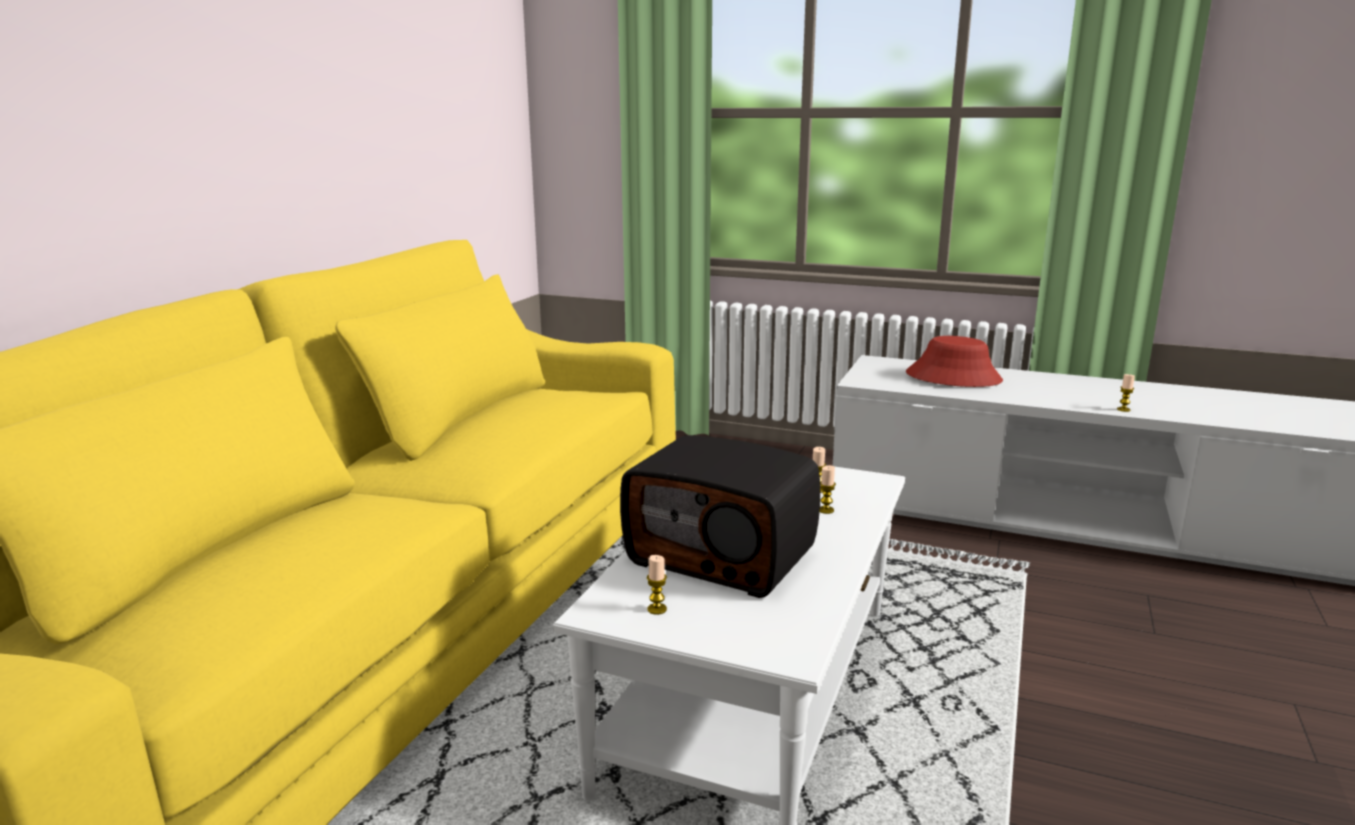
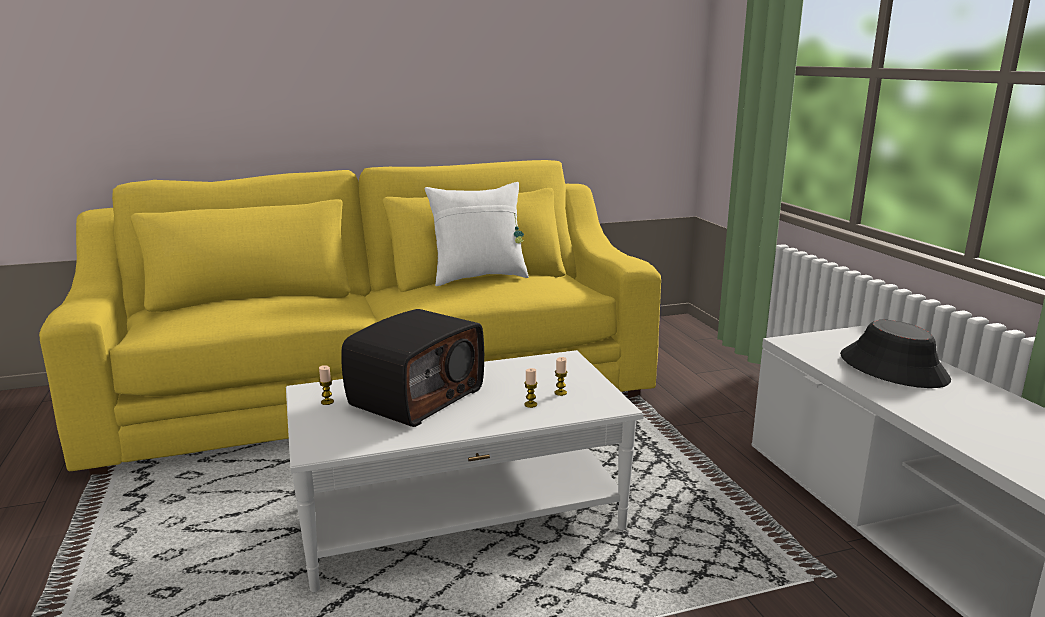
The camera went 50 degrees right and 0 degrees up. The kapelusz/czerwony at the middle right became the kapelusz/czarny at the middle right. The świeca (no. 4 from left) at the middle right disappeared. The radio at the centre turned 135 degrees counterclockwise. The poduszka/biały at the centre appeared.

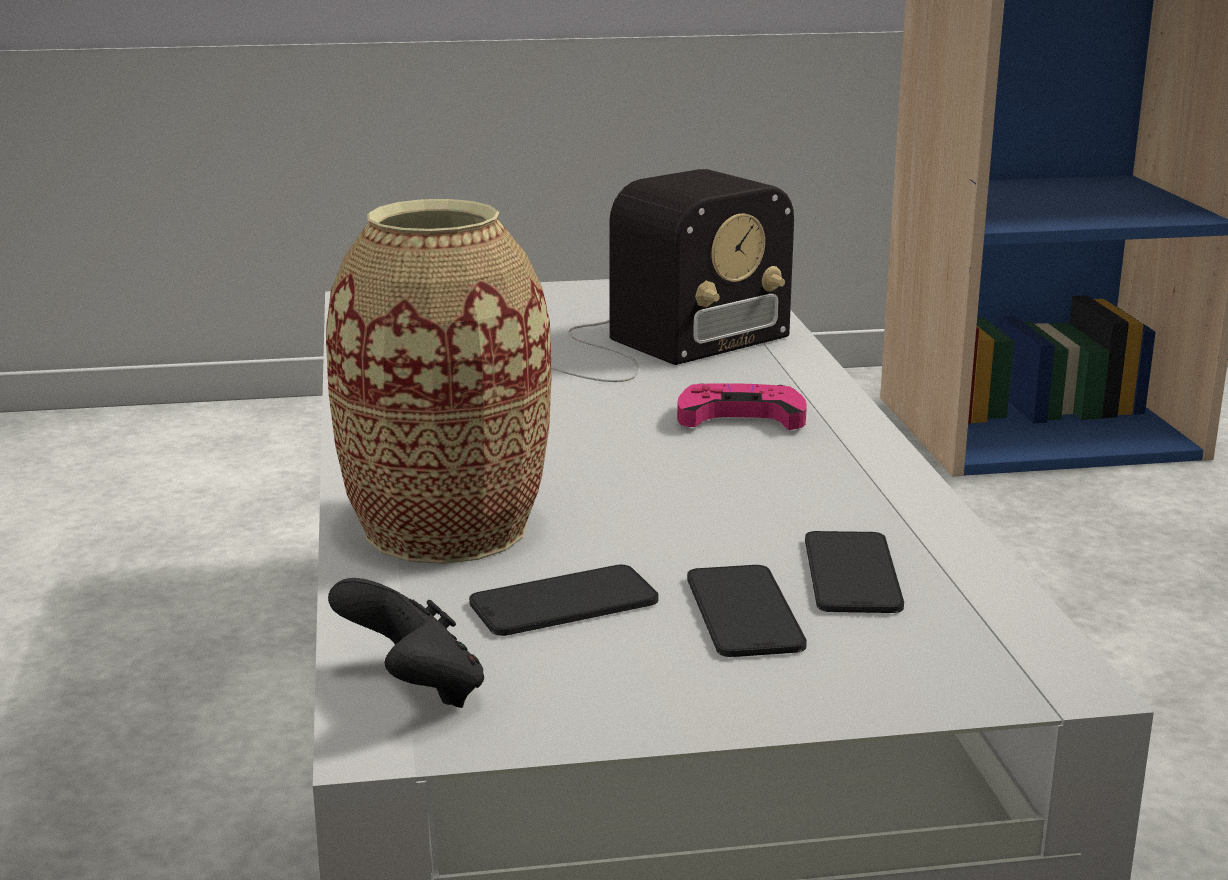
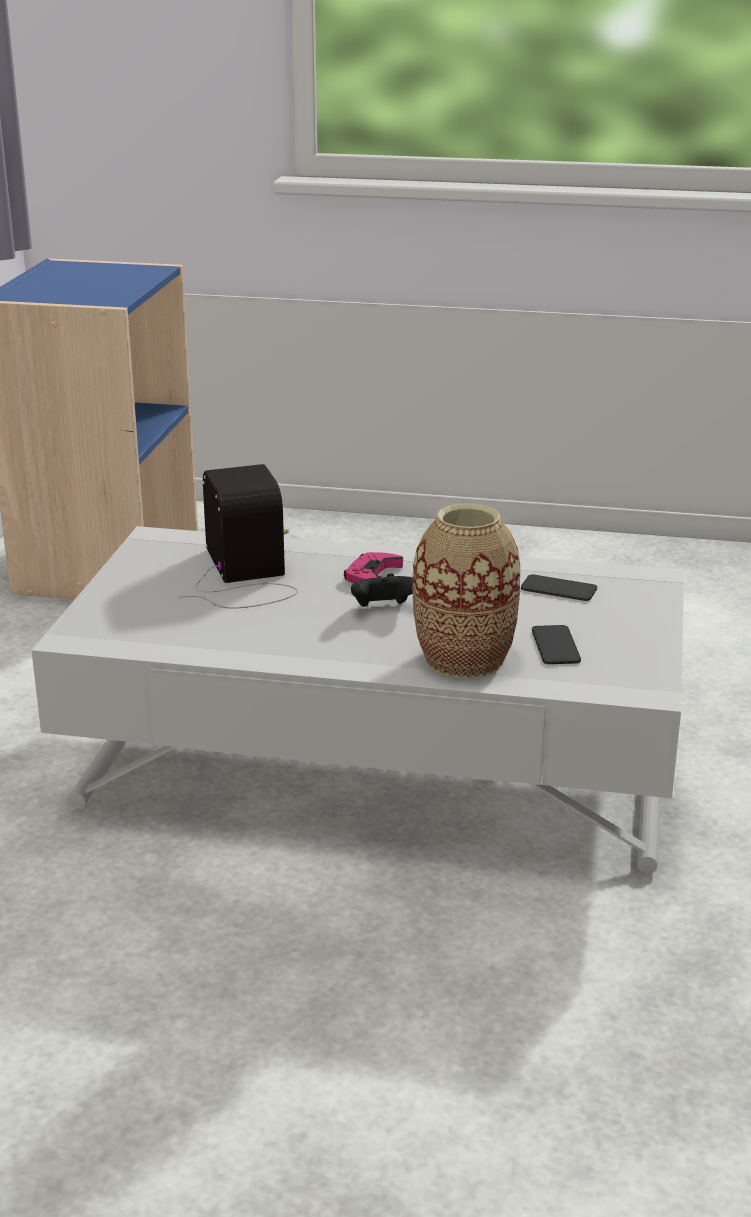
The camera went 70 degrees left and 5 degrees up. The telefon (no. 2 from left) at the bottom centre disappeared. The pad do gier/czarny moved from the bottom left to the centre.

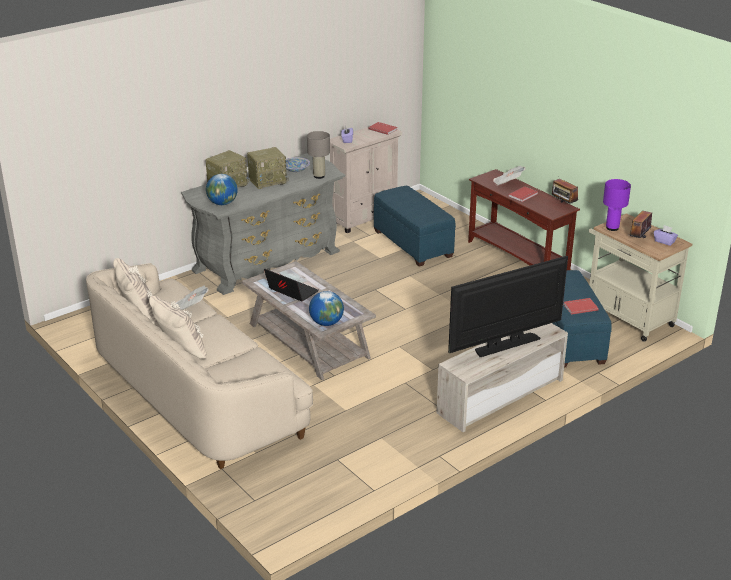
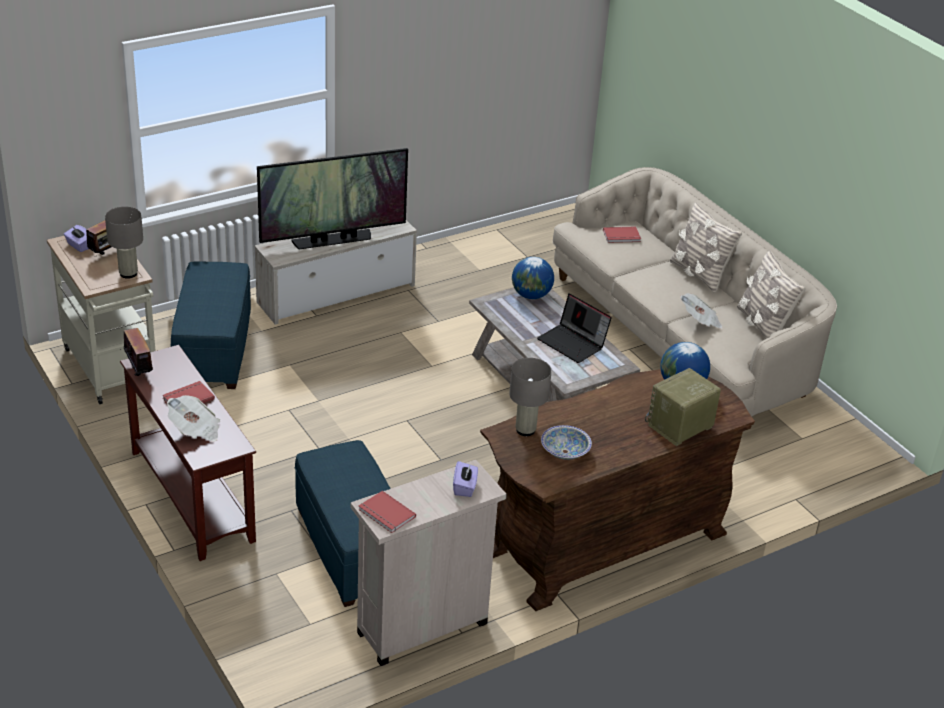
The camera went 175 degrees left and 5 degrees up. The radio (no. 2 from left) at the top centre disappeared. The komoda/szary at the centre became the komoda/brązowy at the bottom centre. The lampa stołowa/fioletowy at the middle right became the lampa stołowa/szary (no. 1 from left) at the middle left. The książka/czerwony (no. 3 from left) moved from the middle right to the top centre.

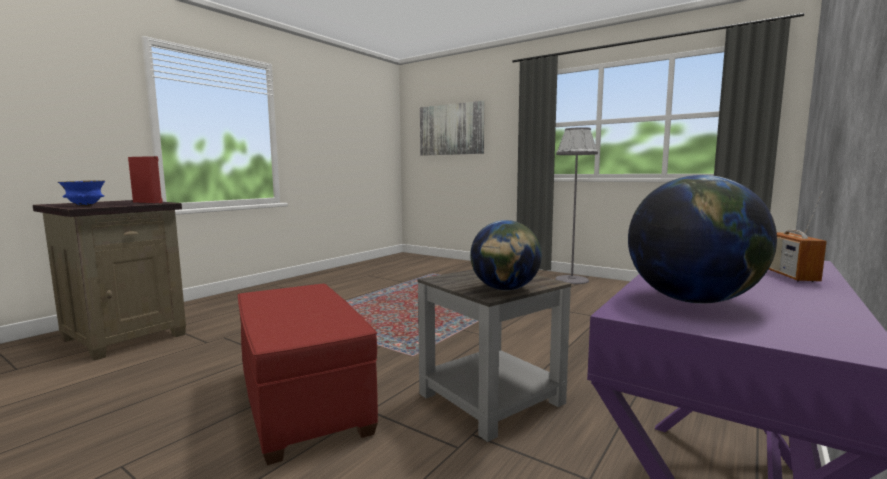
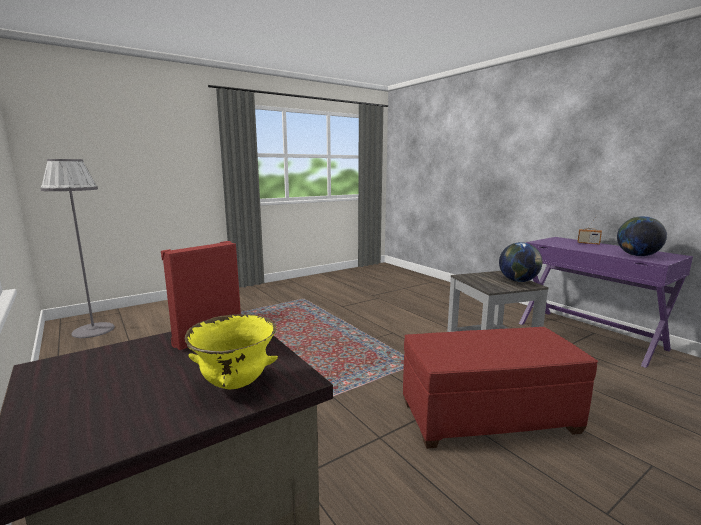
The camera went 70 degrees left and 5 degrees up. The obraz at the top centre disappeared. The lampa stojąca/szary moved from the centre to the middle left. The miska/niebieski at the middle left became the miska/żółty at the bottom left.

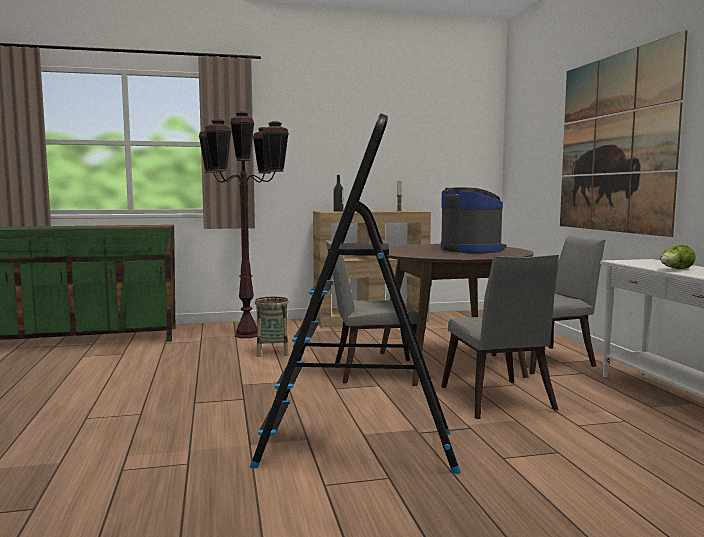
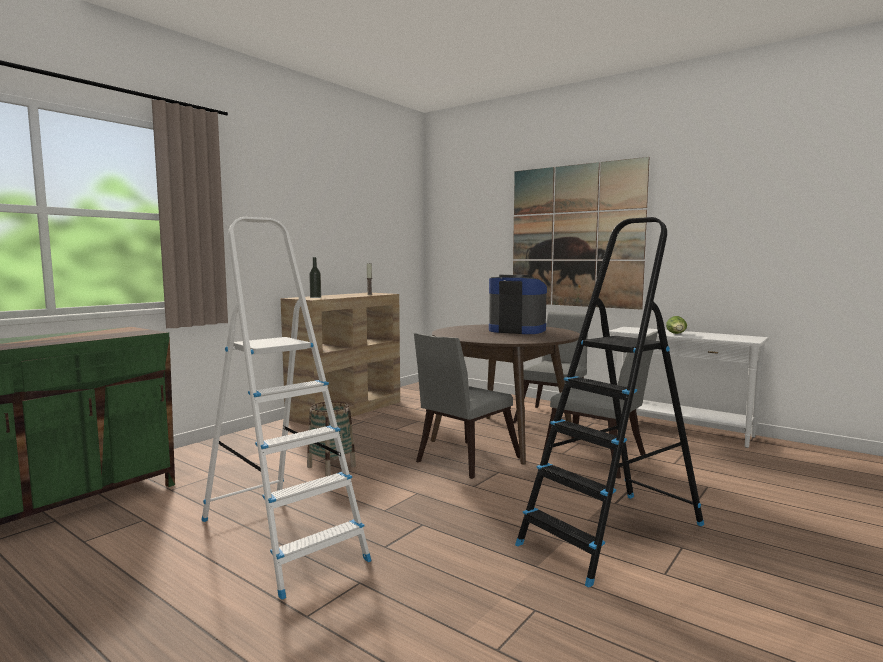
The camera went 40 degrees left and 0 degrees up. The lampa stojąca/brązowy at the centre disappeared. The drabinka/biały at the middle left appeared.

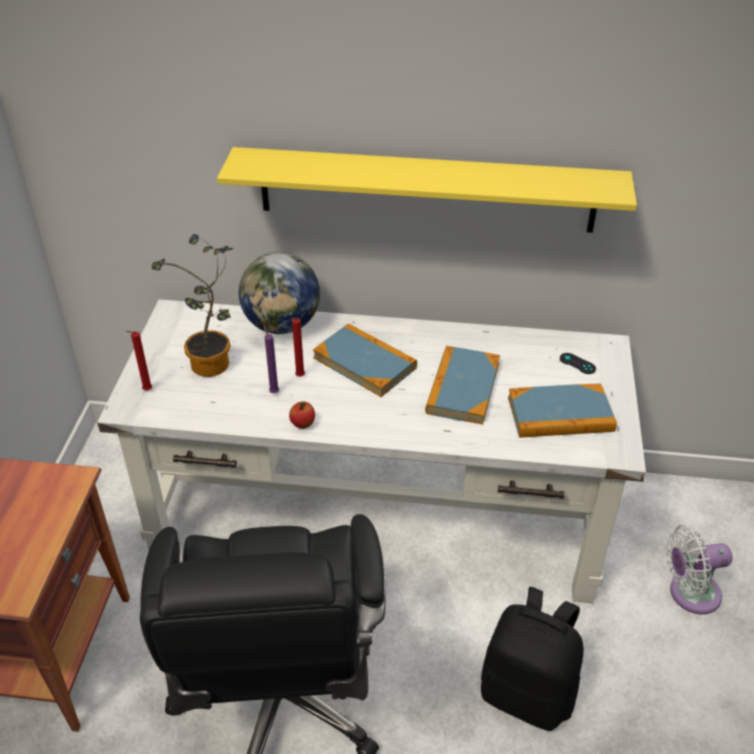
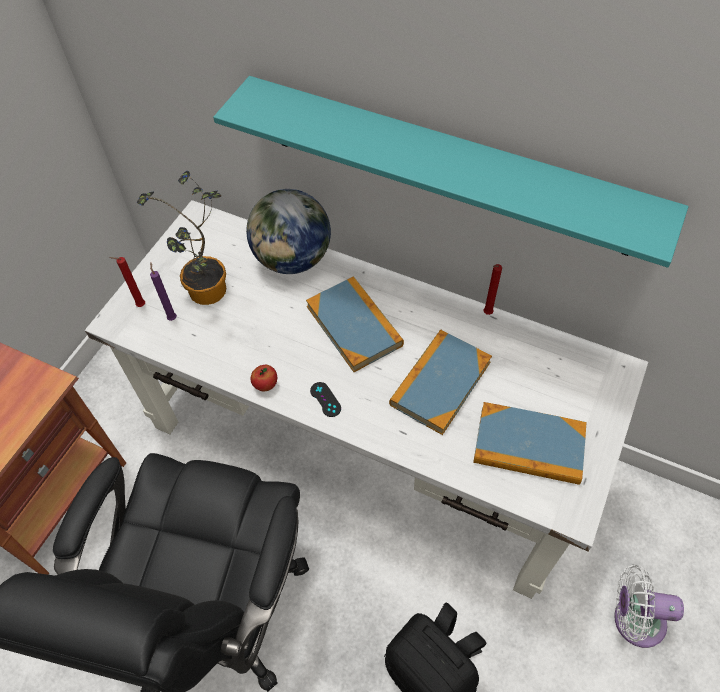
The camera went 20 degrees right and 15 degrees up. The półka/żółty at the top centre became the półka/turkusowy at the top centre. The świeca/czerwony (no. 2 from left) moved from the centre to the middle right. The świeca/fioletowy moved from the centre to the middle left. The pad do gier/czarny moved from the middle right to the centre.

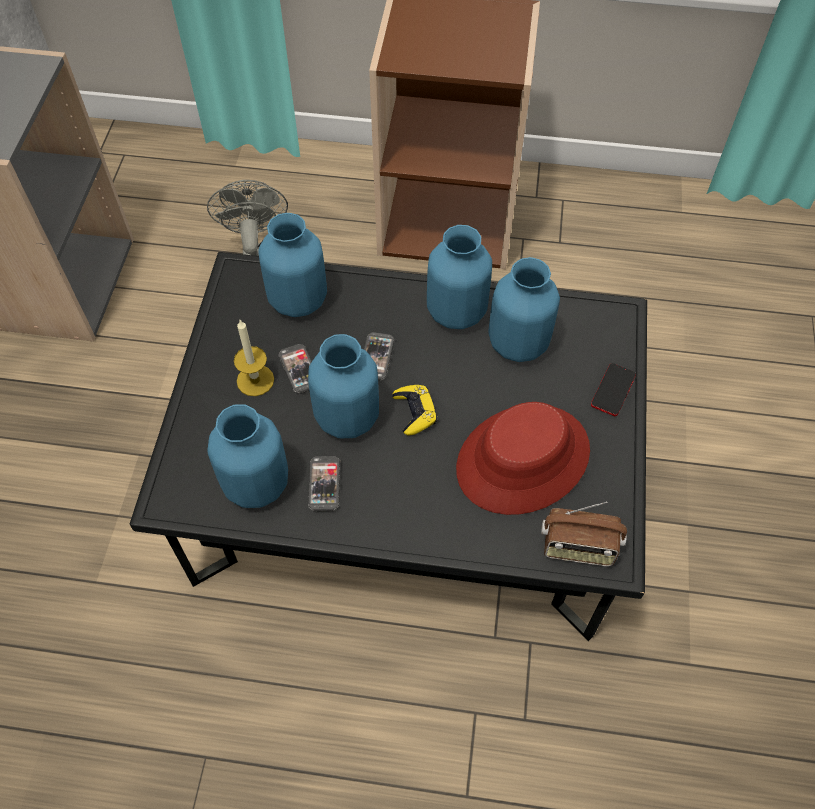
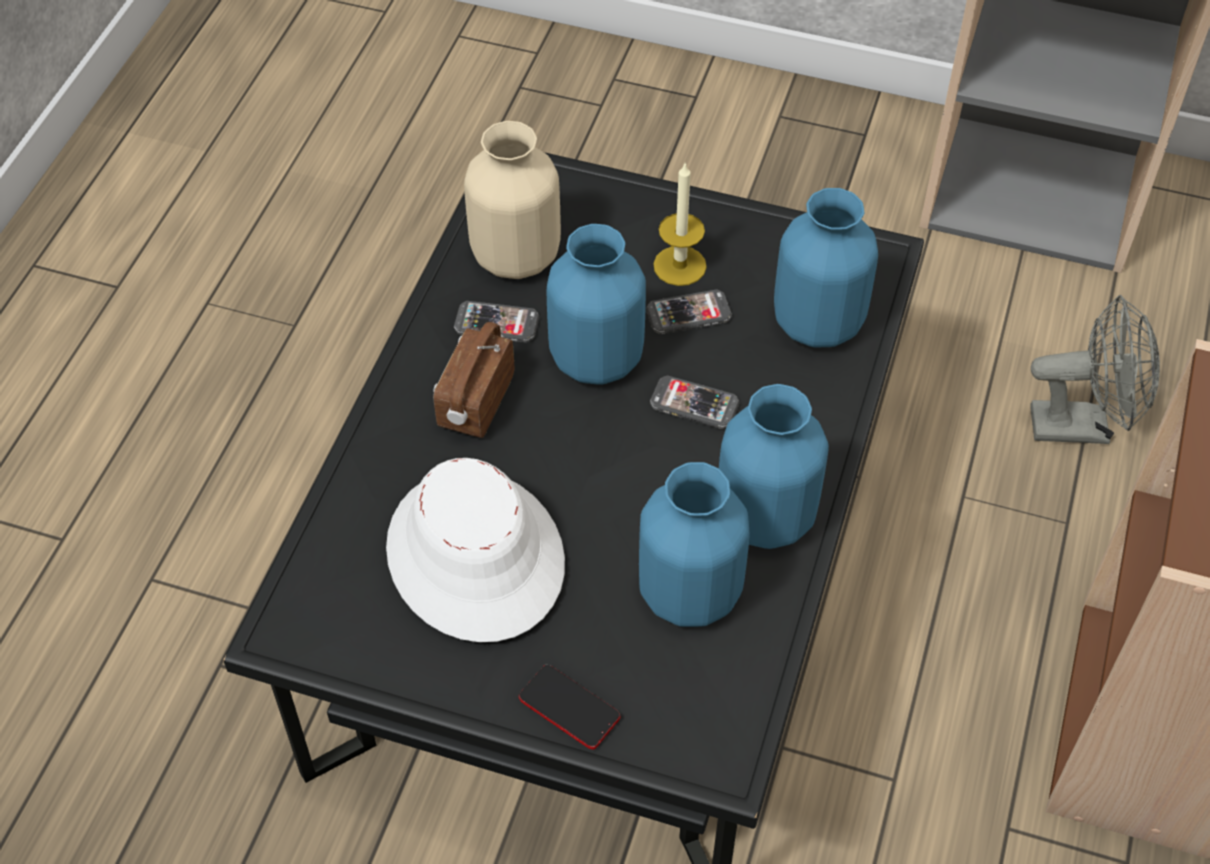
The camera went 100 degrees right and 5 degrees down. The pad do gier/żółty at the centre disappeared. The kapelusz/czerwony at the centre became the kapelusz/biały at the centre. The wazon/niebieski (no. 1 from left) at the middle left became the wazon/beżowy at the top centre. The radio moved from the middle right to the centre.

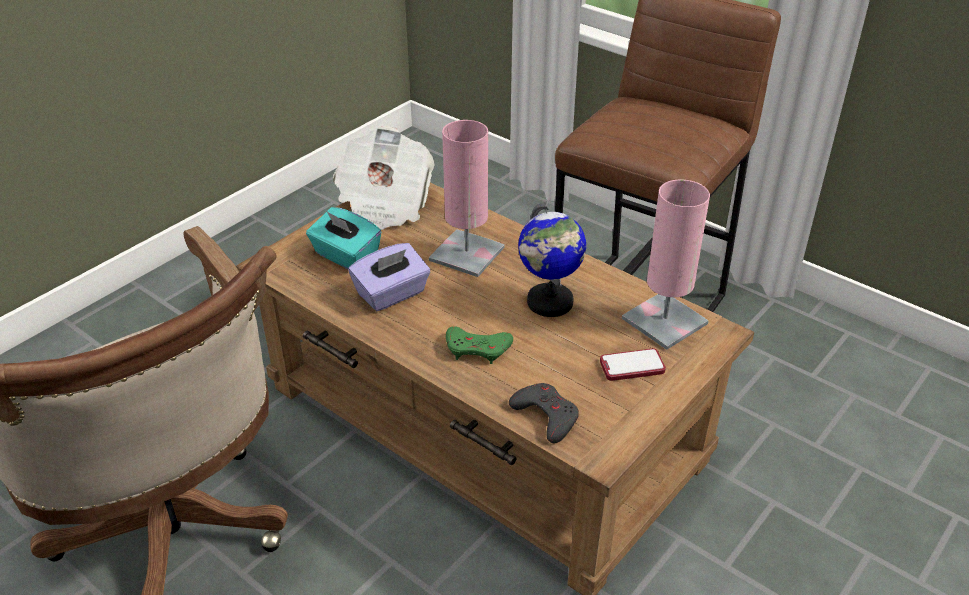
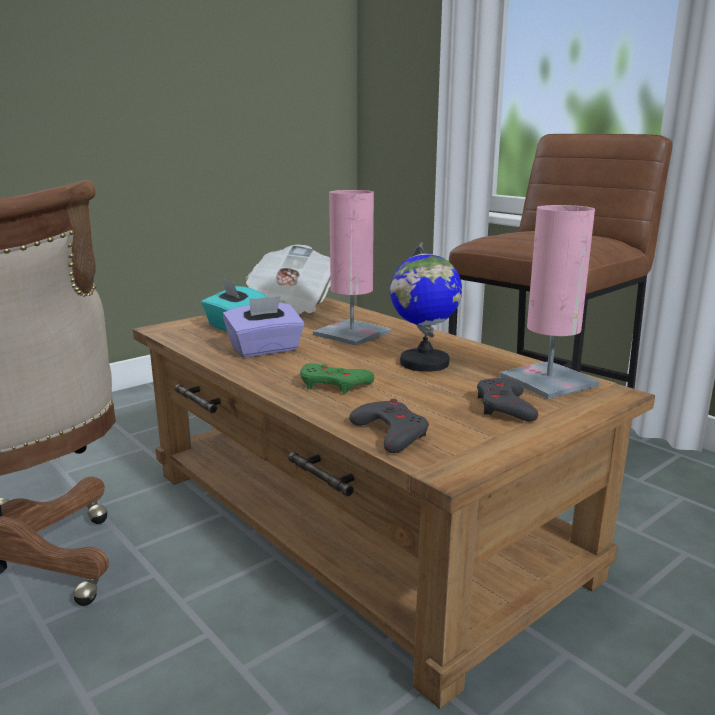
The camera went 10 degrees right and 20 degrees down. The telefon at the centre was replaced by the pad do gier/szary (no. 2 from left) at the middle right.

